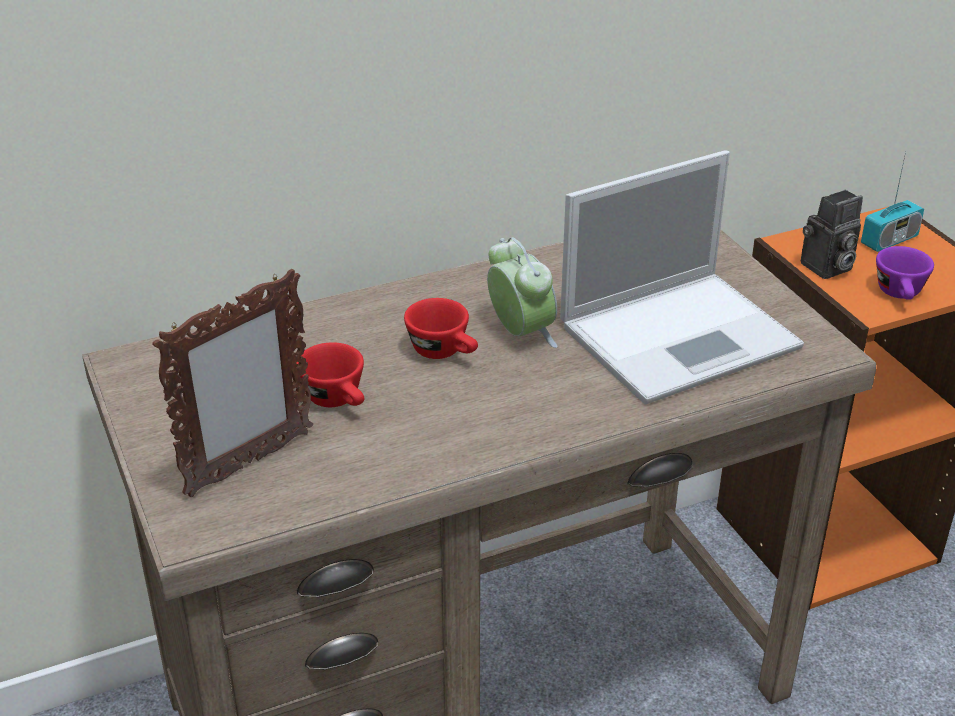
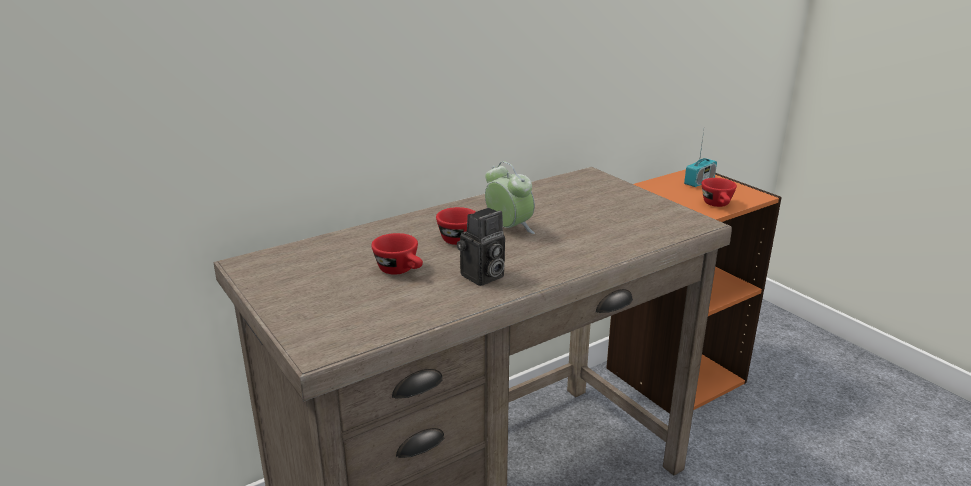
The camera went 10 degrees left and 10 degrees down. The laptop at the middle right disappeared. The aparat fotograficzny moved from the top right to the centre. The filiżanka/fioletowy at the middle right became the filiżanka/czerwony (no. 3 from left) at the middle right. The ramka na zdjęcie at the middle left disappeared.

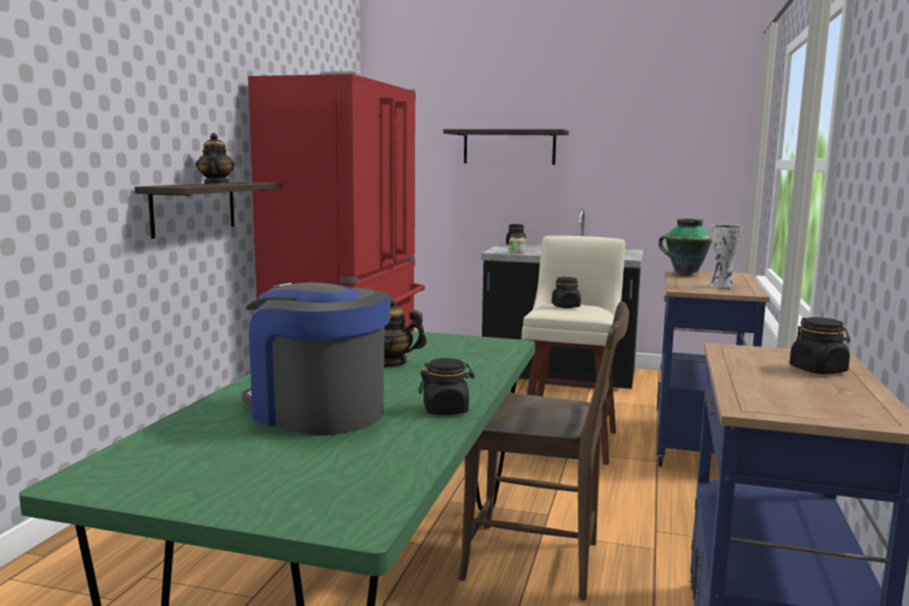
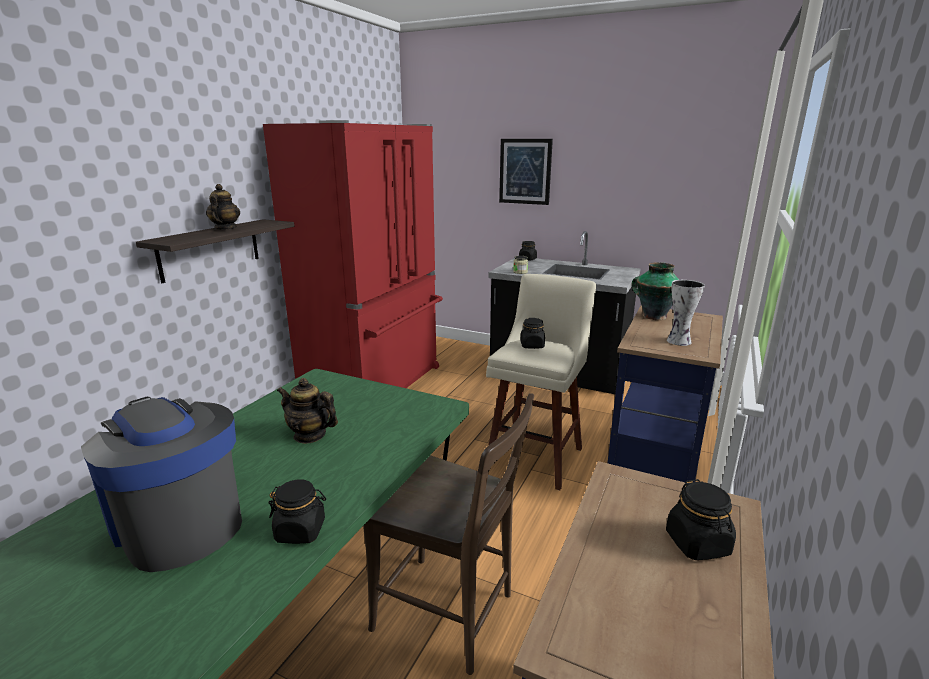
The camera went 10 degrees right and 10 degrees up. The półka (no. 2 from left) at the top centre was replaced by the obraz at the top centre.

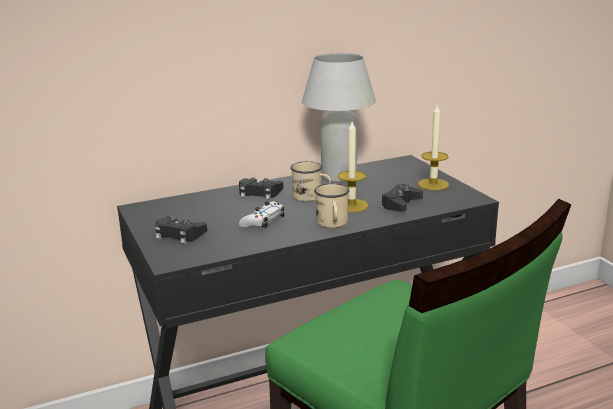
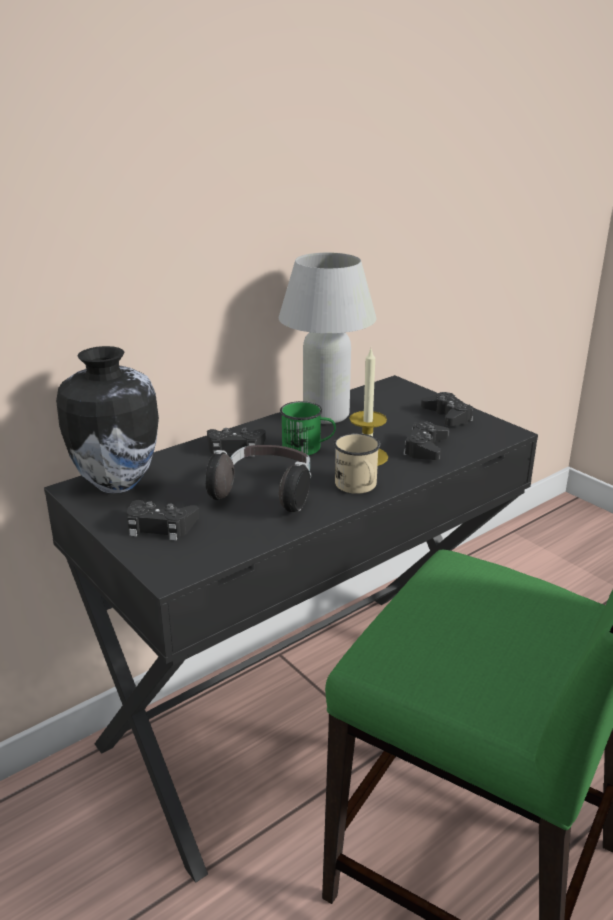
The camera went 15 degrees left and 5 degrees up. The świeca (no. 2 from left) at the middle right was replaced by the pad do gier/czarny (no. 4 from left) at the middle right. The kubek/beżowy (no. 1 from left) at the centre became the kubek/zielony at the centre. The pad do gier/biały at the centre was replaced by the słuchawki at the centre. The wazon at the middle left appeared.

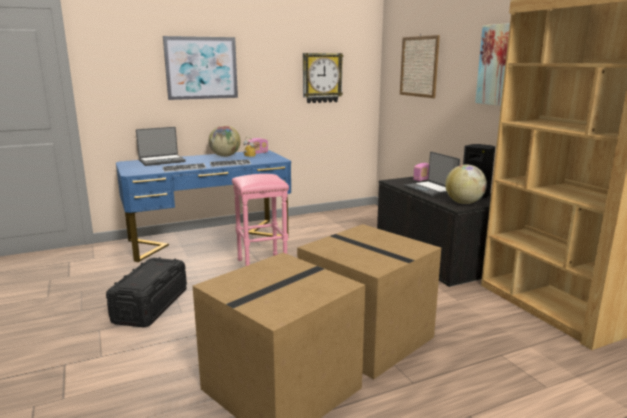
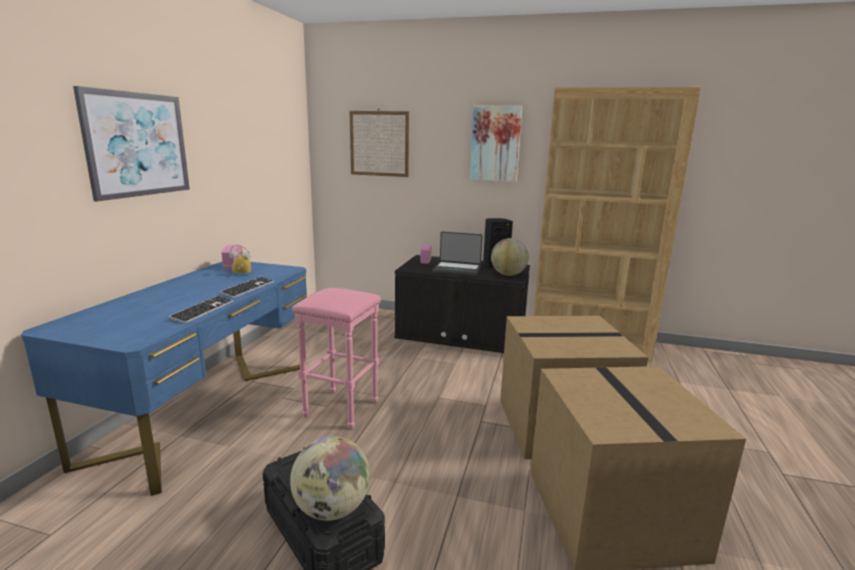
The camera went 50 degrees left and 0 degrees up. The zegar ścienny at the top centre disappeared. The globus (no. 1 from left) moved from the centre to the bottom centre. The laptop (no. 1 from left) at the middle left disappeared.

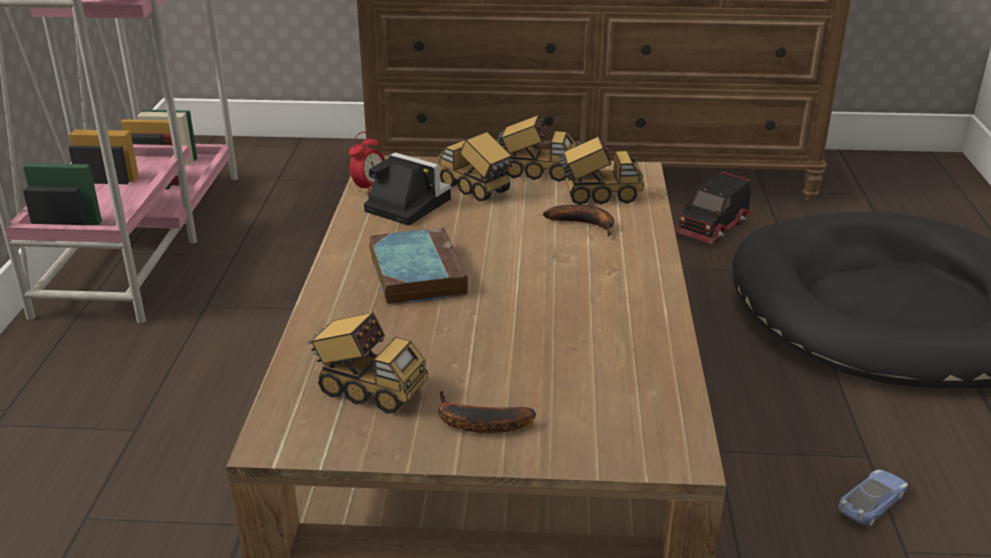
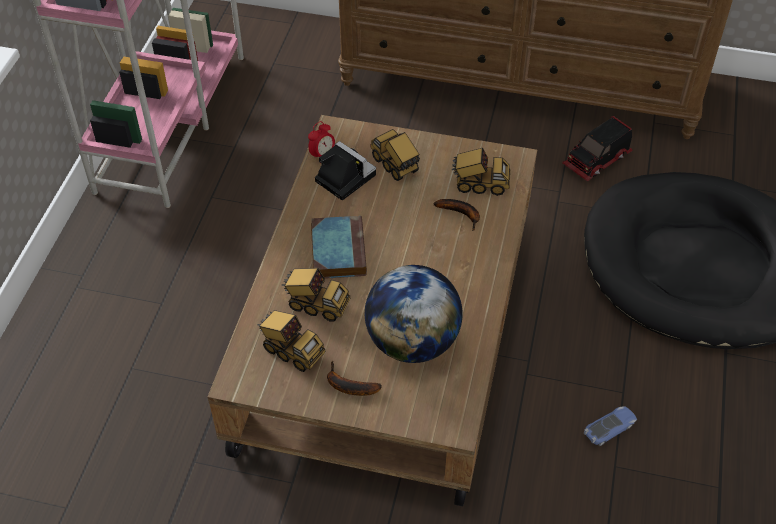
The camera went 10 degrees right and 20 degrees up. The ciężarówka zabawkowa (no. 3 from left in the first image) moved from the top centre to the centre. The globus at the centre appeared.

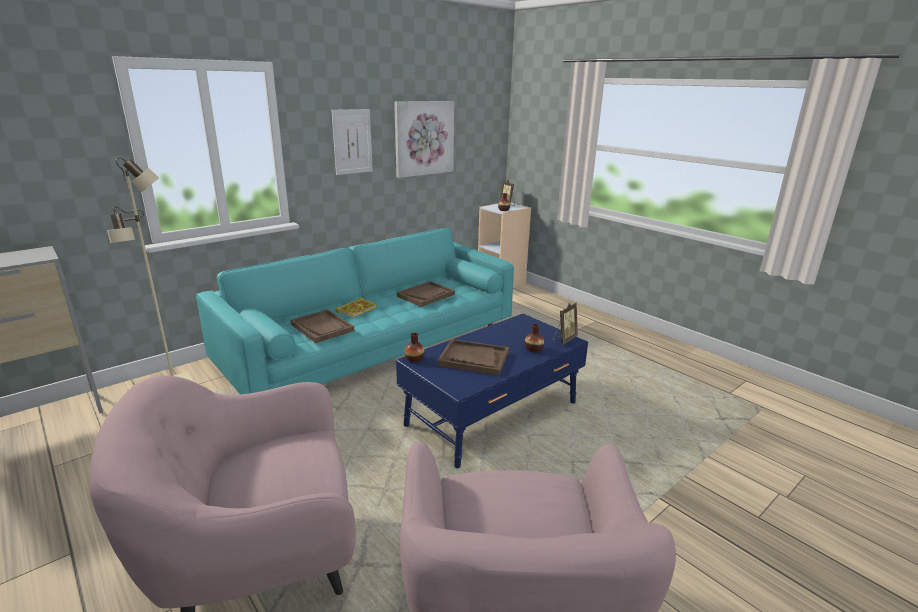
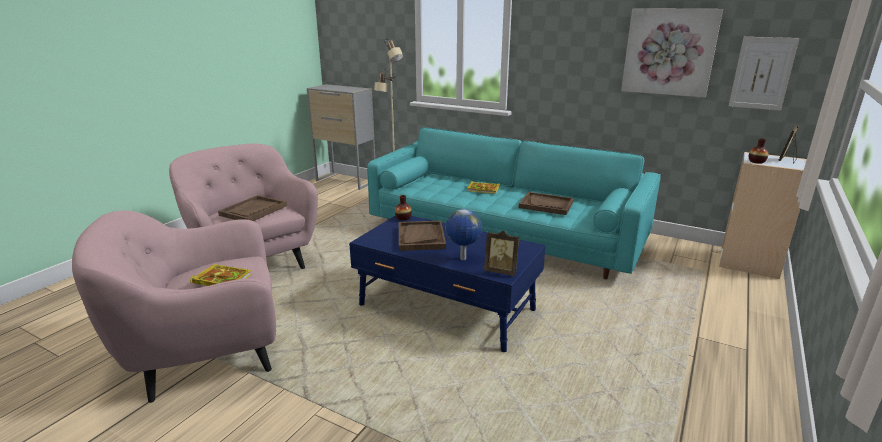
The camera went 70 degrees right and 0 degrees up. The obraz (no. 1 from left in the first image) moved from the top centre to the top right. The taca/brązowy (no. 1 from left) moved from the centre to the middle left. The wazon (no. 3 from left) at the centre was replaced by the globus at the centre. The książka (no. 1 from left) at the middle left appeared.

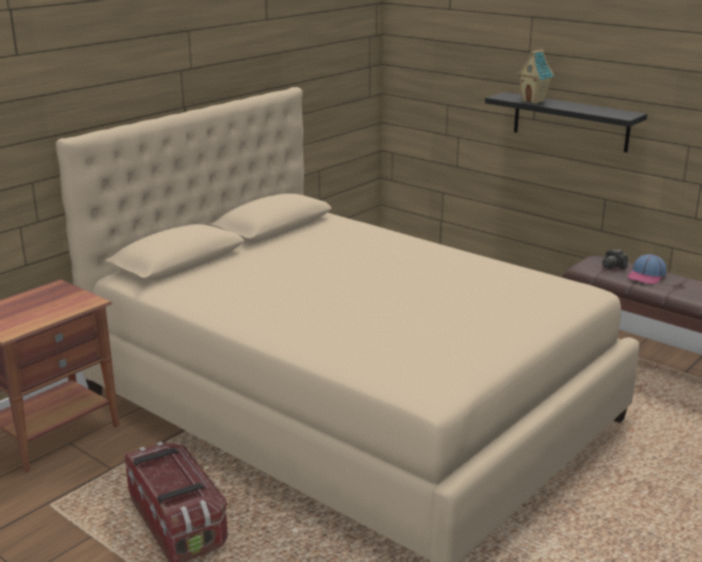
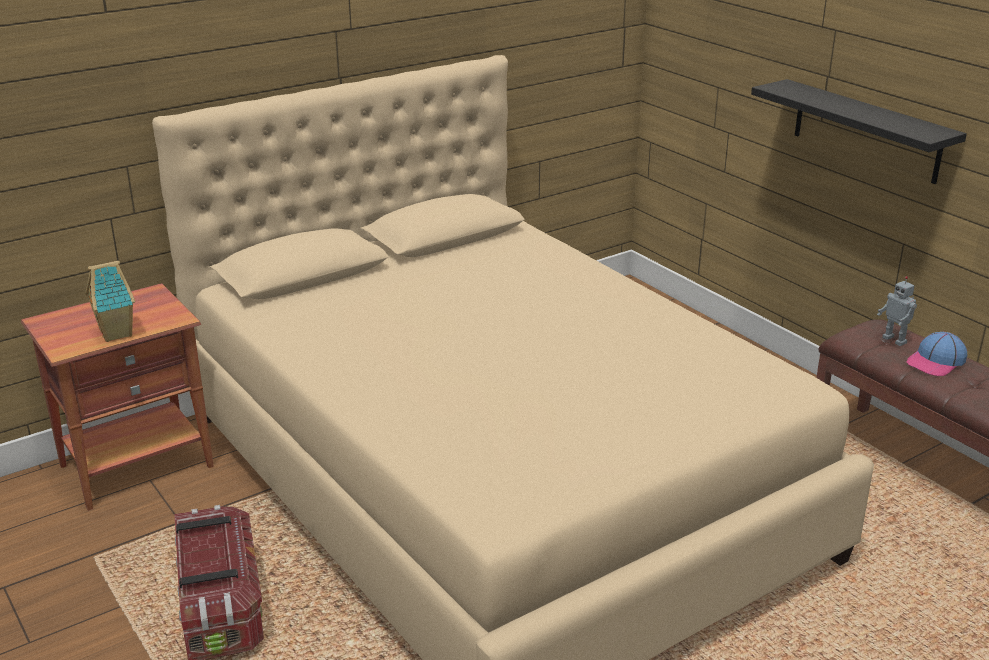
The camera went 15 degrees right and 5 degrees up. The domek moved from the top right to the middle left. The aparat fotograficzny at the middle right was replaced by the robot zabawkowy at the middle right.

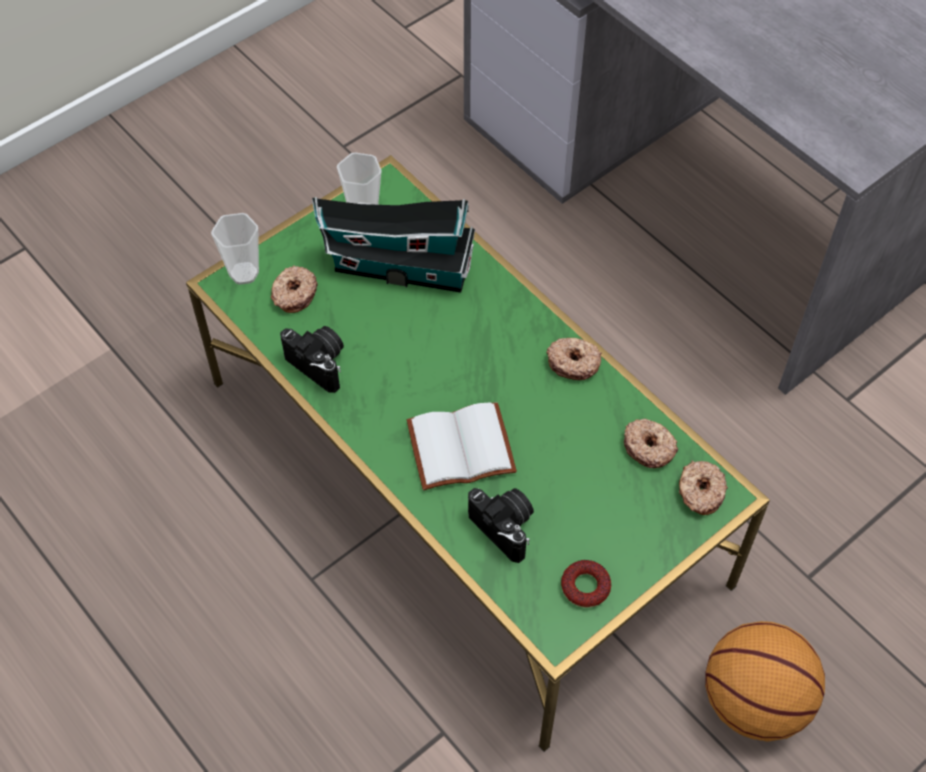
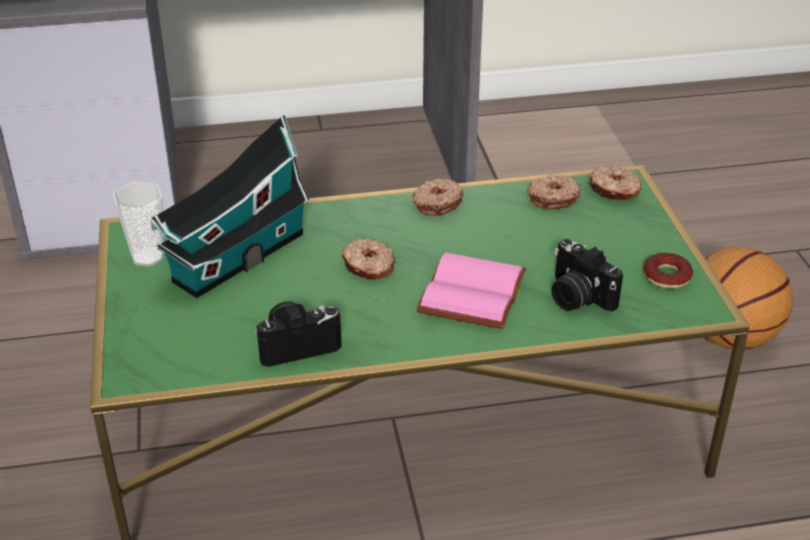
The camera went 60 degrees left and 20 degrees down. The filiżanka (no. 1 from left) at the top left disappeared. The donut (no. 1 from left) moved from the middle left to the centre. The książka/biały at the centre became the książka/różowy at the centre. The aparat fotograficzny (no. 2 from left) at the bottom centre turned 120 degrees counterclockwise.

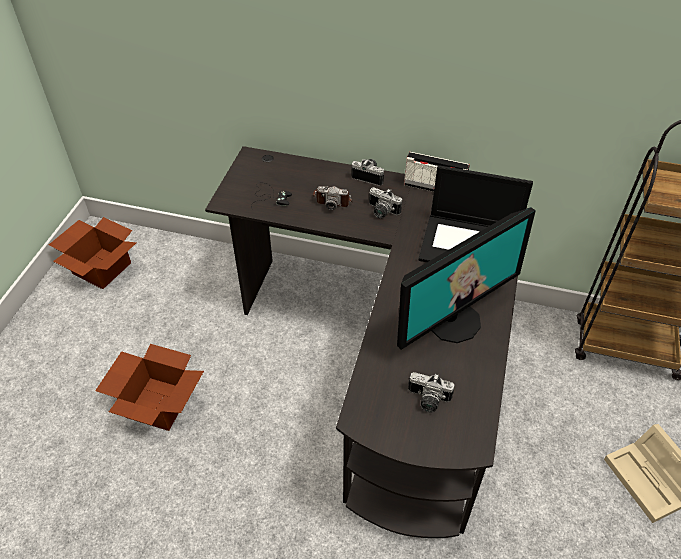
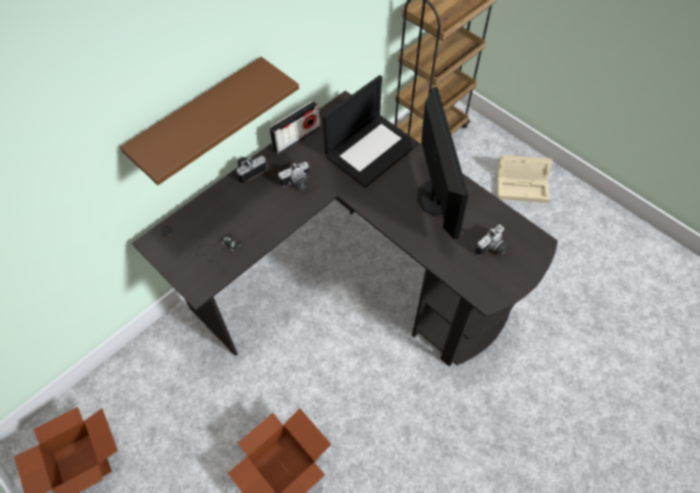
The camera went 60 degrees left and 10 degrees up. The aparat fotograficzny (no. 1 from left) at the centre disappeared. The półka/brązowy at the top left appeared.

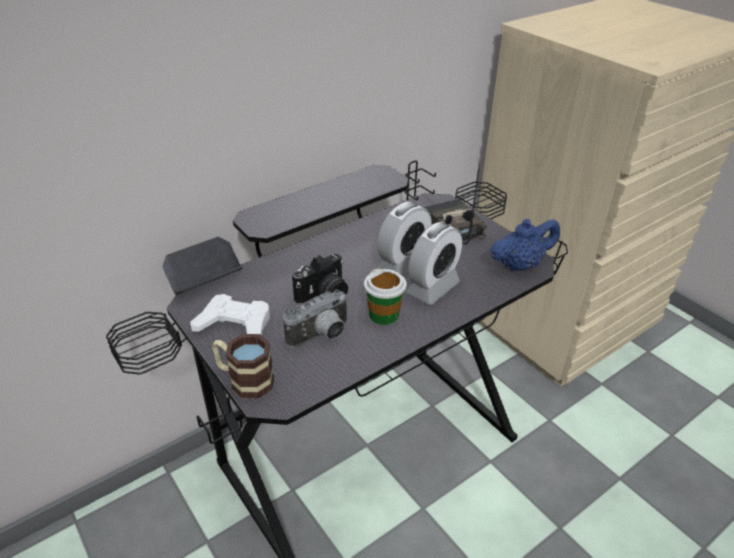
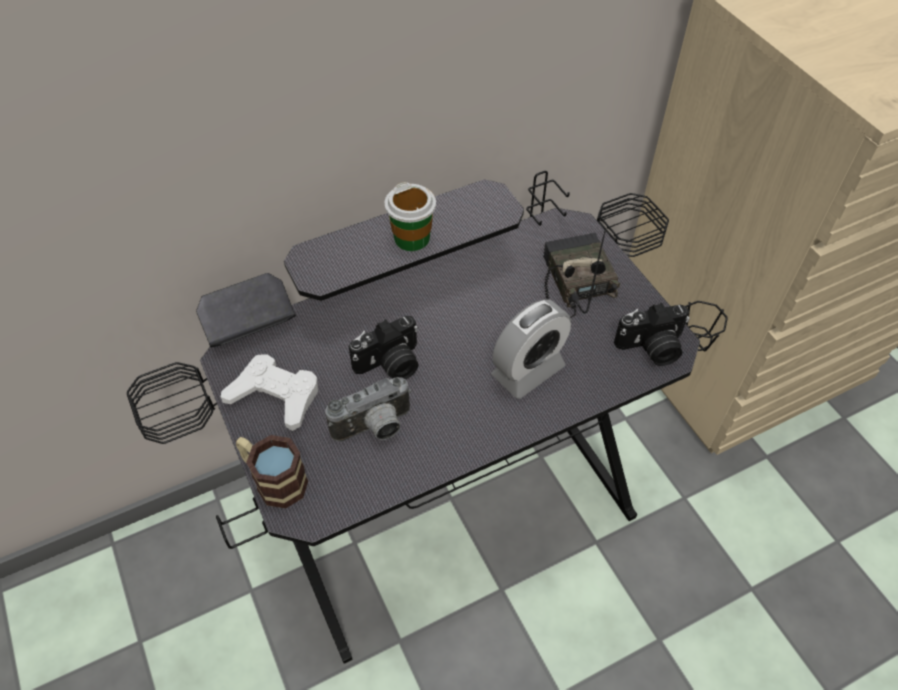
The camera went 10 degrees right and 15 degrees up. The budzik (no. 1 from left) at the centre disappeared. The imbryk/niebieski at the middle right was replaced by the aparat fotograficzny (no. 3 from left) at the middle right. The filiżanka moved from the centre to the top centre.

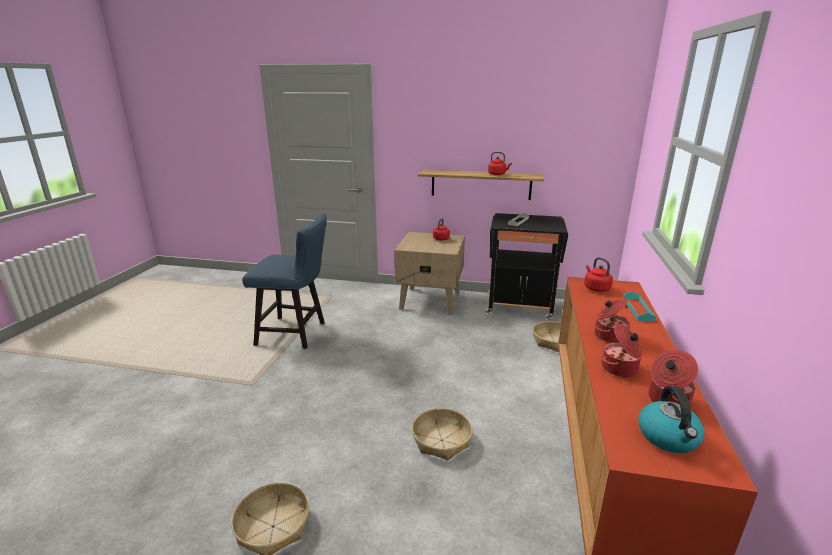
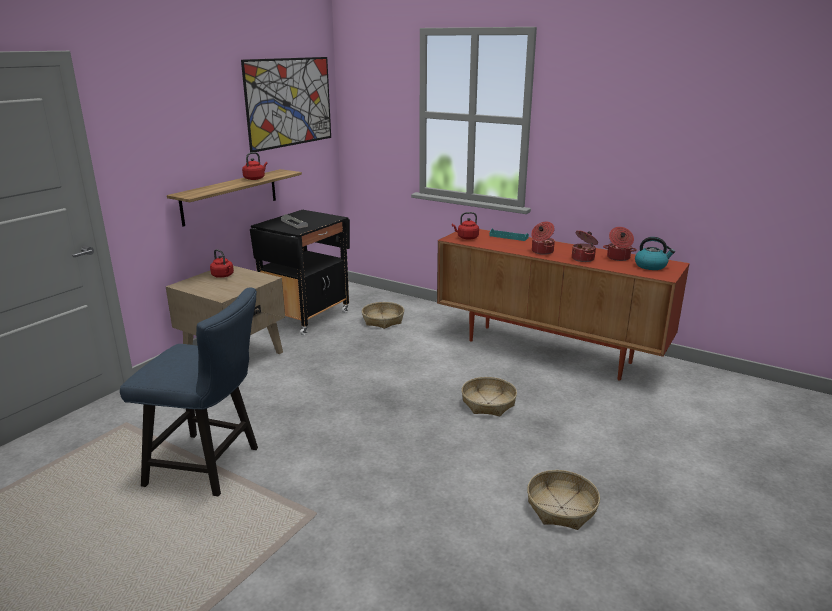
The camera went 70 degrees left and 0 degrees up. The krzesło/niebieski at the centre turned 75 degrees clockwise. The obraz at the top centre appeared.

